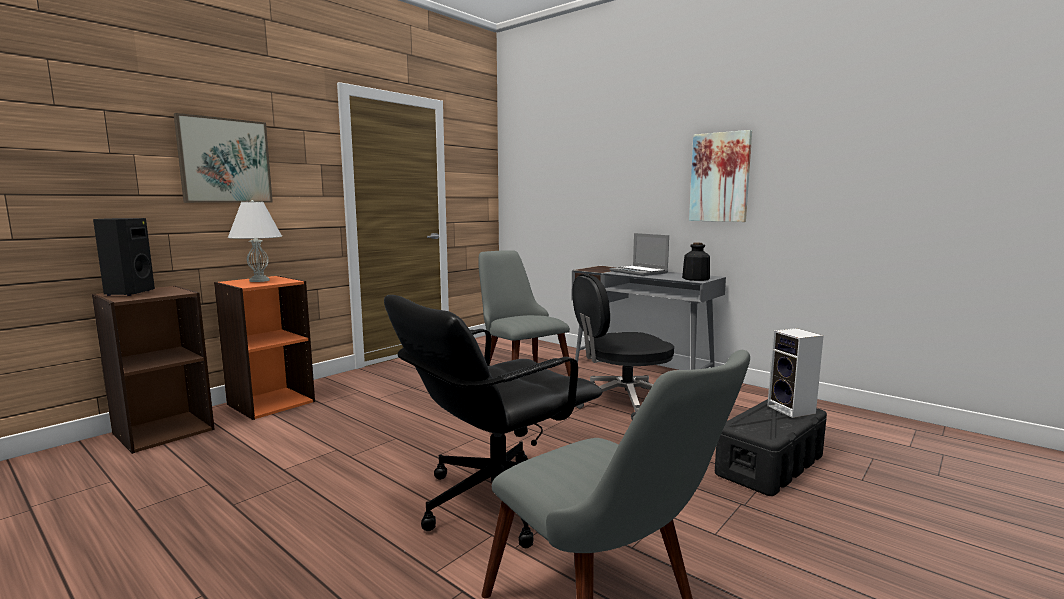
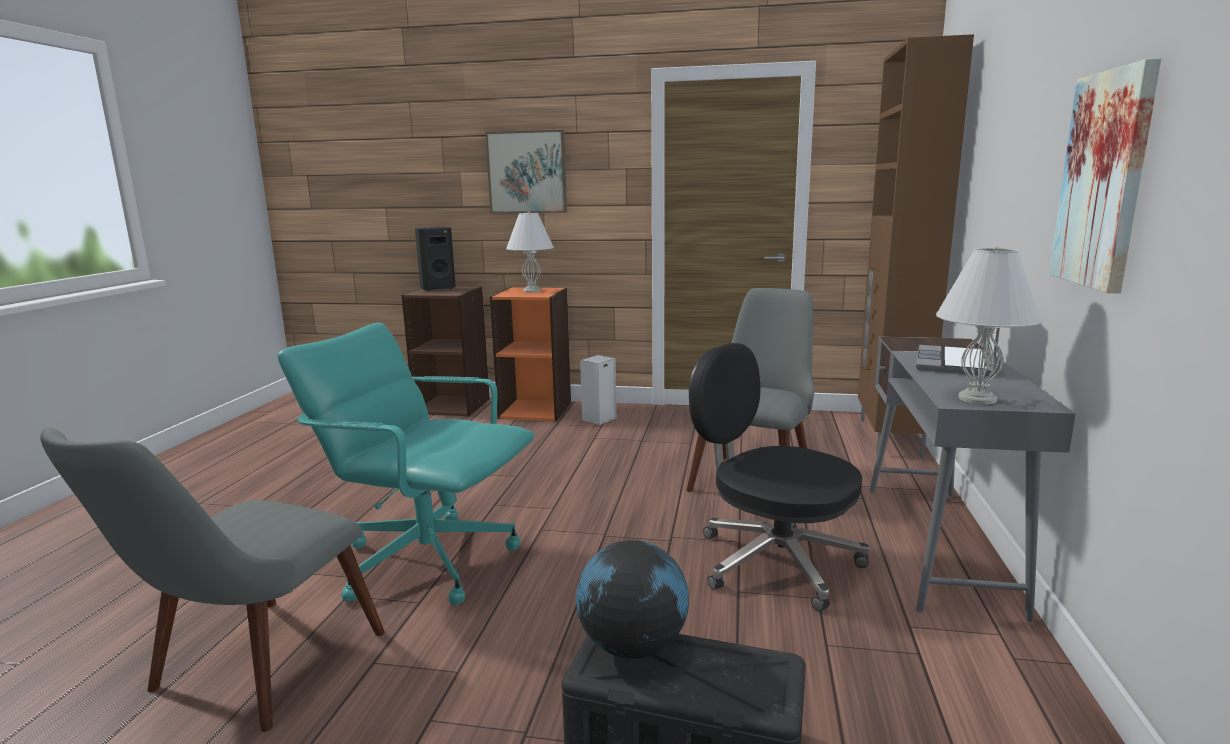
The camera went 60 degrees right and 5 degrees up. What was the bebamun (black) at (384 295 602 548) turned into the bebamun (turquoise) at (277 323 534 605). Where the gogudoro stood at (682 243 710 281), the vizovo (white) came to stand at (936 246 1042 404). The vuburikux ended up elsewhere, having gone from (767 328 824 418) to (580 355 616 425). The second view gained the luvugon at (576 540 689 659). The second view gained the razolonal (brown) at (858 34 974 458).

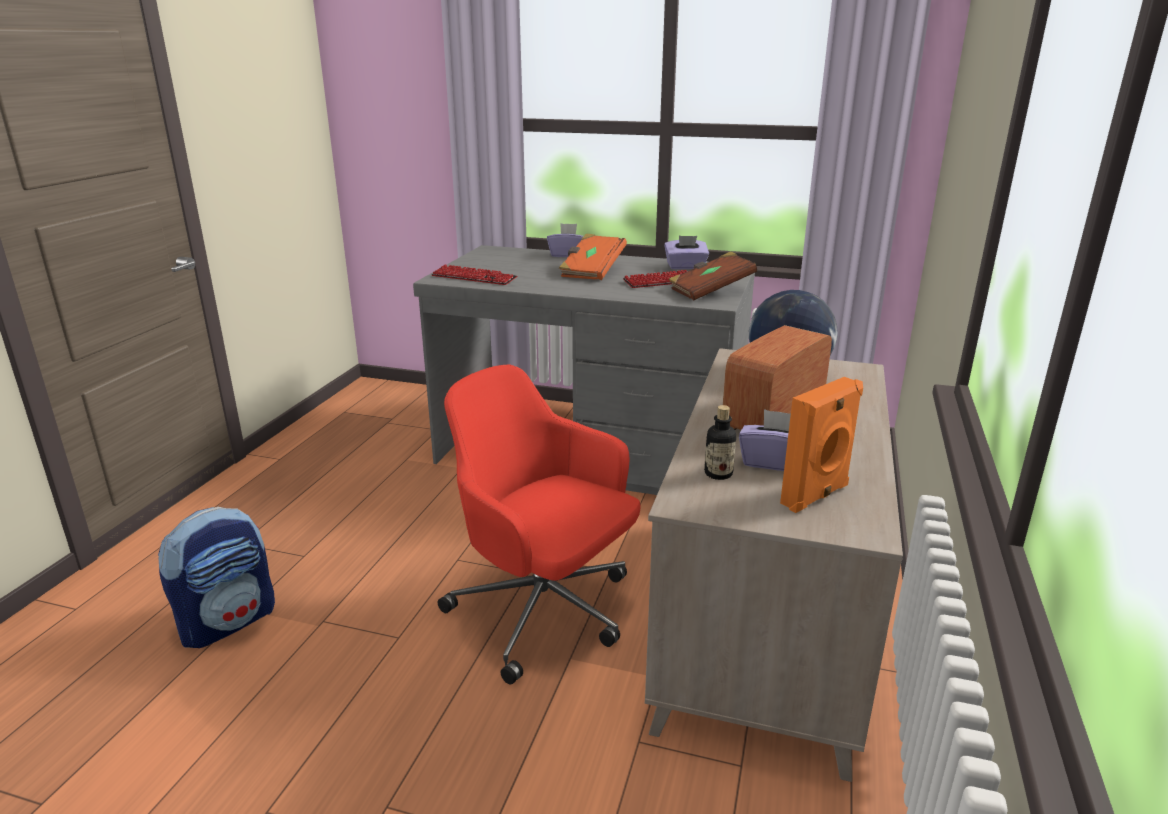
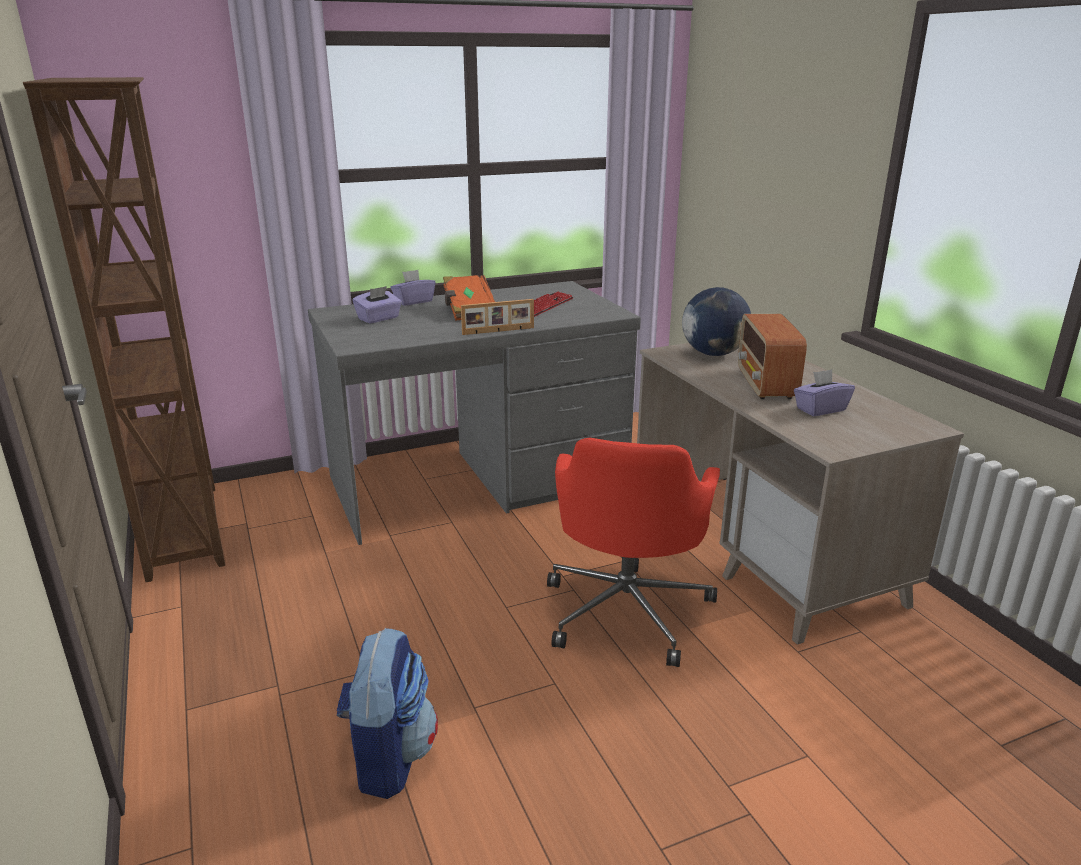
The camera went 40 degrees left and 0 degrees up. The second view lost the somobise at (431 265 517 285). The bebamun (red) at (438 365 640 685) ended up facing another way, 75 degrees counterclockwise from before. The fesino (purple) ended up elsewhere, having gone from (664 236 709 269) to (352 286 402 323). The second view lost the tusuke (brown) at (669 251 757 300). The second view lost the gogudoro at (704 405 736 480). The second view lost the vuburikux (orange) at (780 377 863 513). The second view gained the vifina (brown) at (23 77 225 582). The second view gained the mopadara at (461 299 534 335).

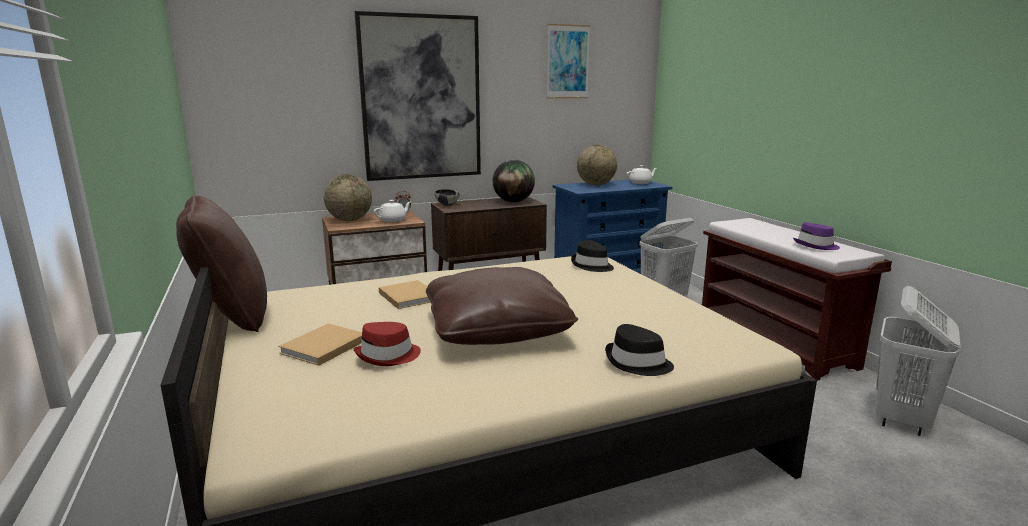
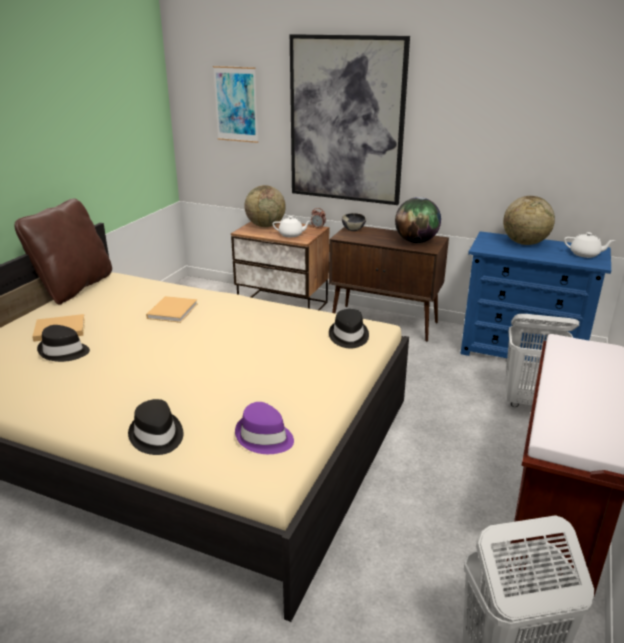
The camera went 45 degrees right and 10 degrees up. What was the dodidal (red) at (354 322 421 366) turned into the dodidal (black) at (37 325 90 362). The second view lost the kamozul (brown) at (426 267 578 345). The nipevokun ended up elsewhere, having gone from (547 24 590 99) to (213 66 258 143). The dodidal (purple) ended up elsewhere, having gone from (793 222 840 250) to (235 402 294 454).

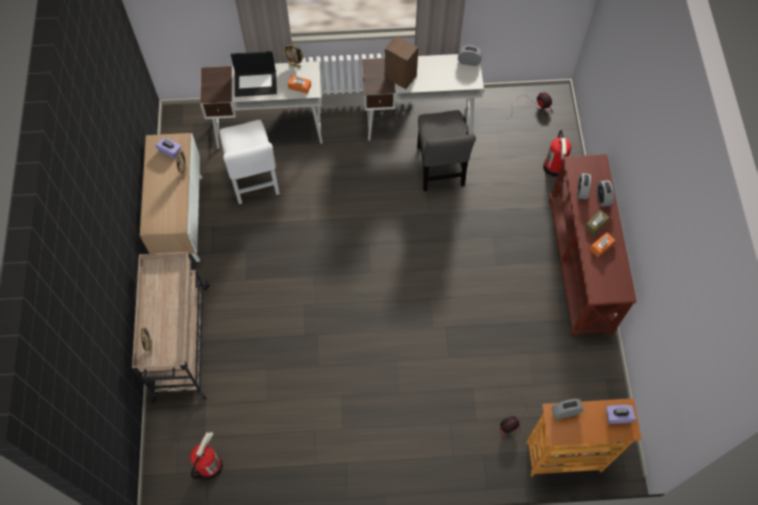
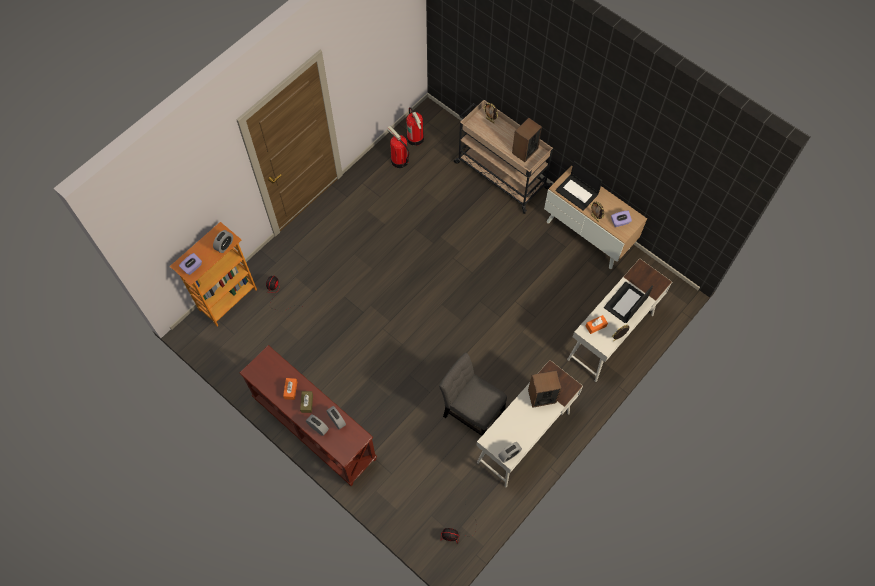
The camera went 135 degrees right and 0 degrees up. The second view lost the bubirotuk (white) at (219 120 280 204). The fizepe ended up elsewhere, having gone from (543 130 571 177) to (387 126 409 168). The second view gained the vuburikux at (512 118 542 162). The second view gained the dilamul at (555 161 603 211).

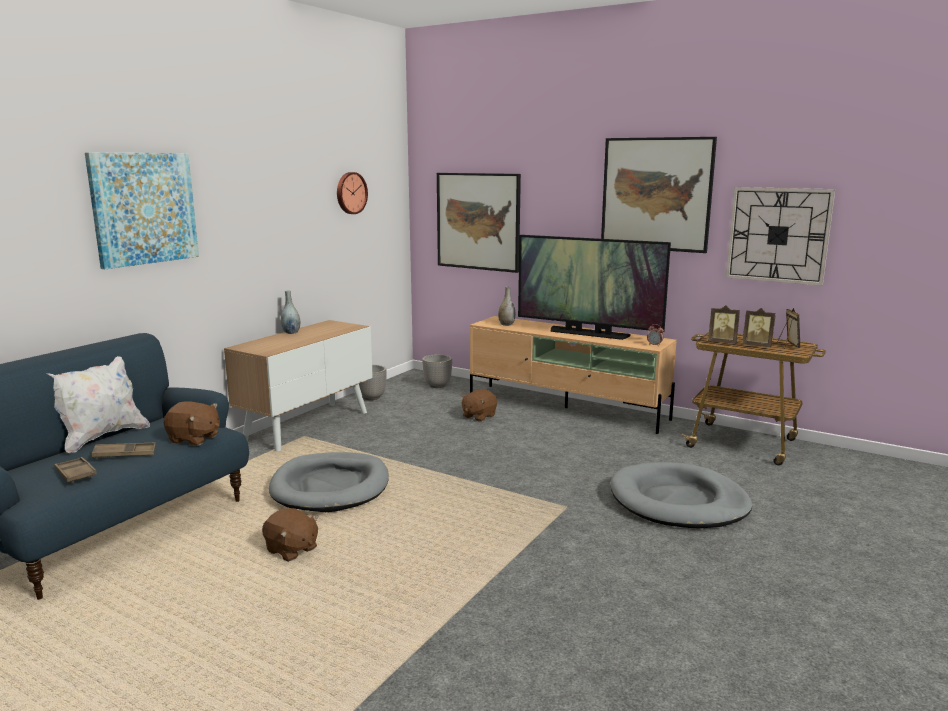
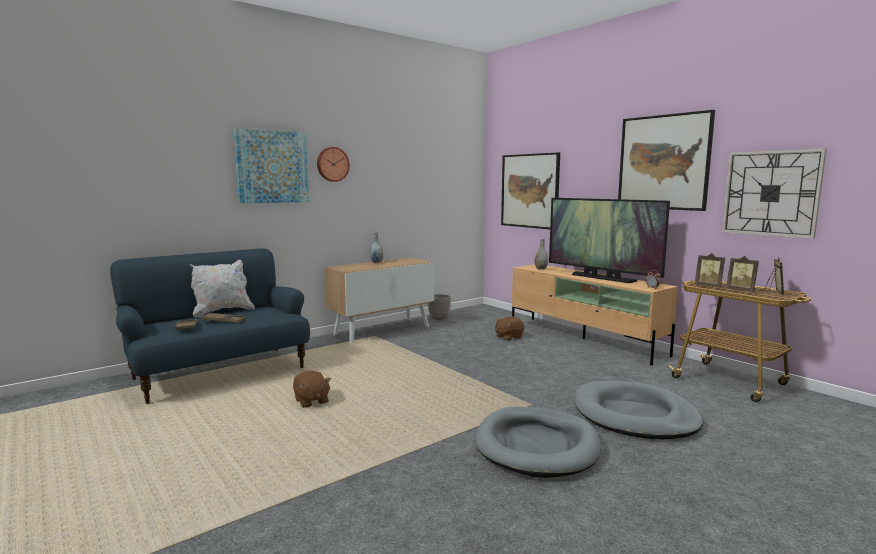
The camera went 20 degrees right and 5 degrees down. The second view lost the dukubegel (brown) at (163 401 220 446). The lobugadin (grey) ended up elsewhere, having gone from (269 452 389 512) to (475 407 601 478). The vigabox ended up elsewhere, having gone from (337 172 368 214) to (317 147 350 182). The second view lost the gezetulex at (422 354 452 388).

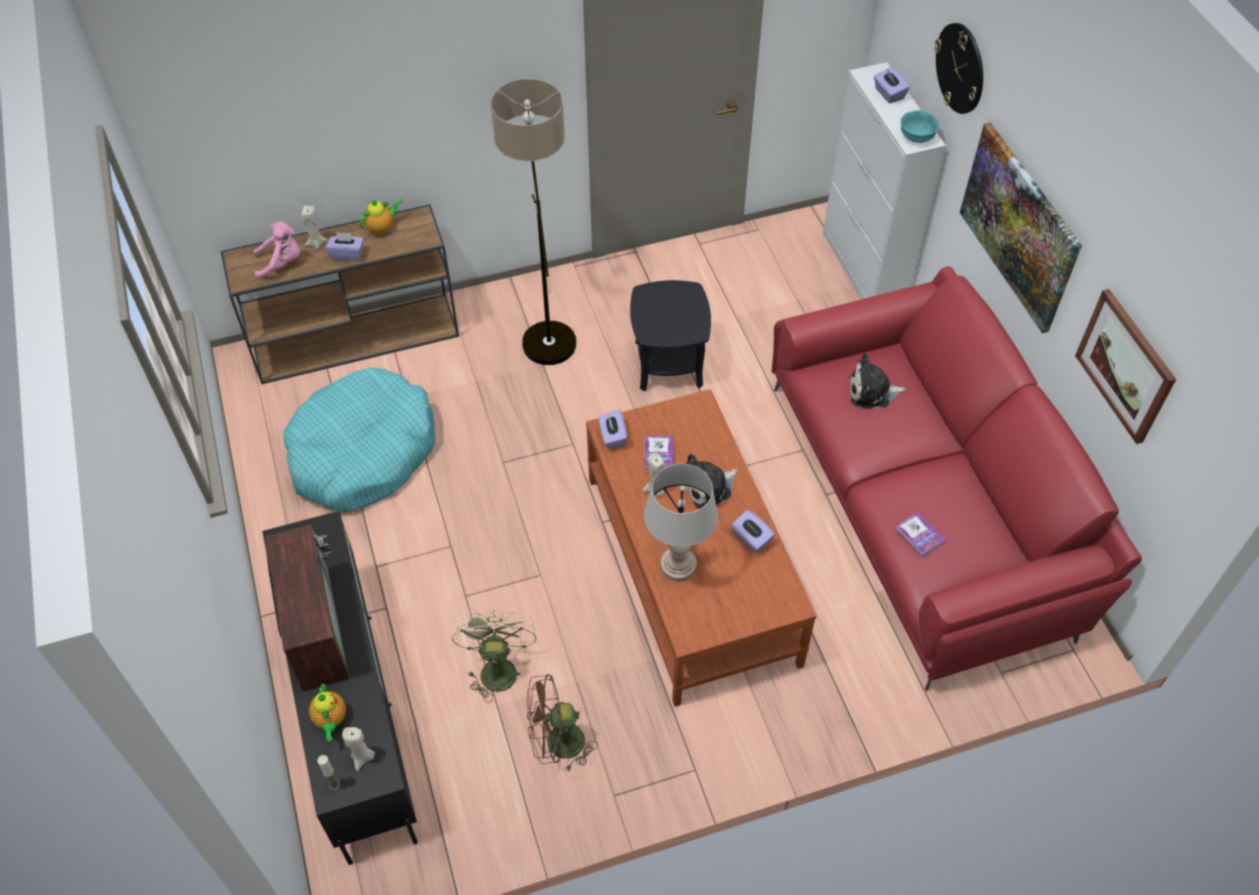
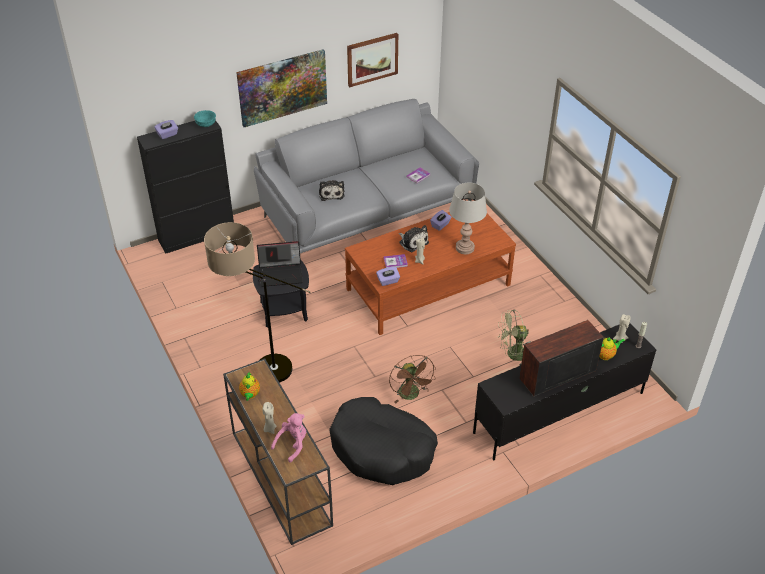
The camera went 100 degrees left and 10 degrees down. The dukubegel (pink) at (253 221 300 279) ended up facing another way, 60 degrees clockwise from before. What was the lobugadin (turquoise) at (283 367 436 512) turned into the lobugadin (black) at (329 397 438 485). The second view lost the fesino (purple) at (325 232 364 261). The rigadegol at (359 199 403 235) ended up facing another way, 135 degrees counterclockwise from before. The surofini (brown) ended up elsewhere, having gone from (527 674 598 771) to (389 355 436 403). What was the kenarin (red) at (772 266 1142 691) turned into the kenarin (grey) at (254 99 479 253). What was the razolonal (white) at (823 62 946 299) turned into the razolonal (black) at (137 120 234 254). The second view lost the vigabox at (934 23 983 114). The second view gained the dilamul at (257 241 303 287).

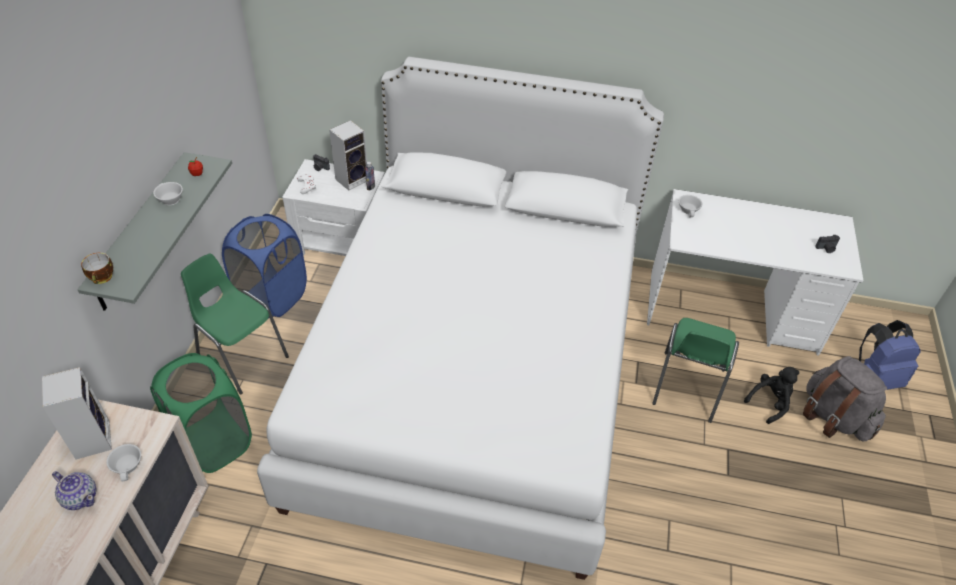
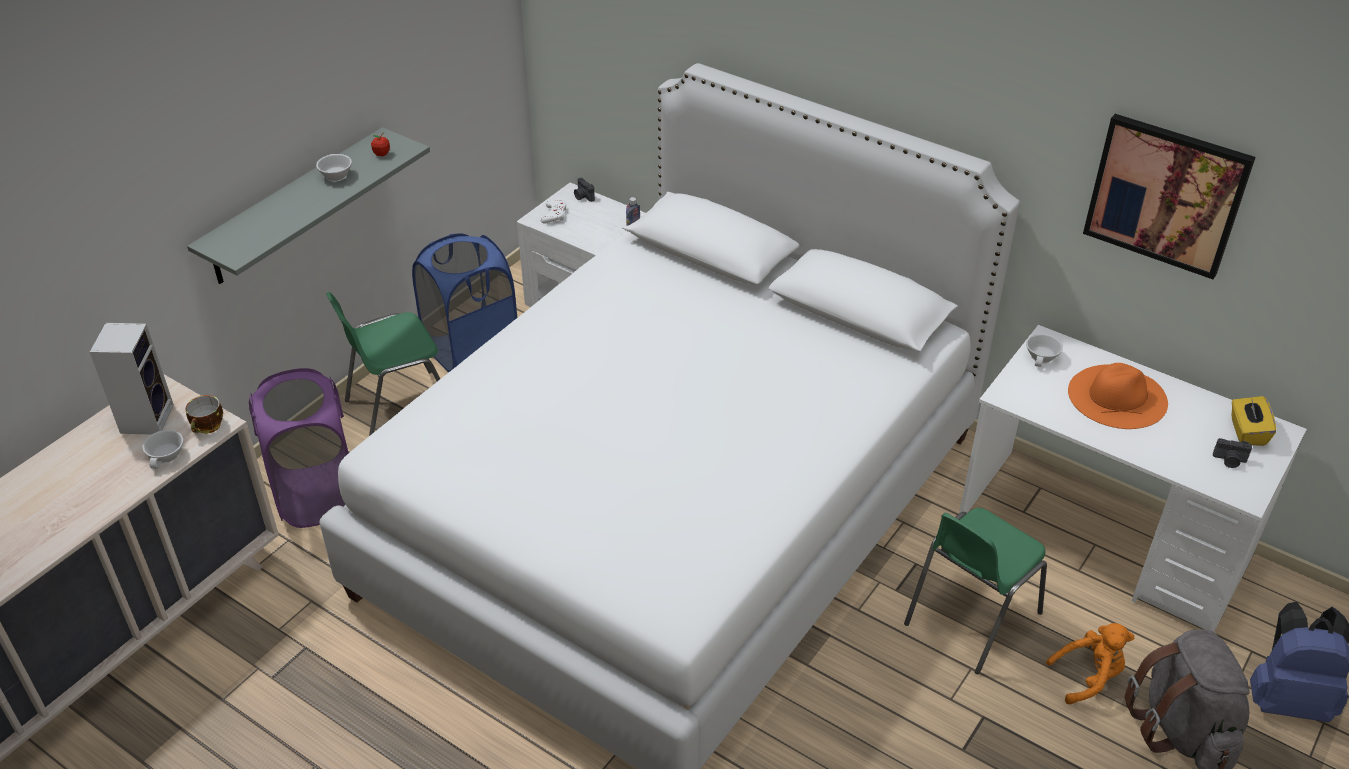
The camera went 25 degrees right and 5 degrees down. The second view lost the rigadegol at (52 471 97 510). The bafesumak ended up elsewhere, having gone from (81 253 113 284) to (186 395 223 434). What was the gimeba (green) at (150 353 252 473) turned into the gimeba (purple) at (249 368 349 528). The bubirotuk (green) at (181 253 289 394) ended up facing another way, 90 degrees counterclockwise from before. The second view lost the vuburikux at (329 120 367 191). What was the dukubegel (black) at (744 367 800 424) turned into the dukubegel (orange) at (1046 623 1134 705). The second view gained the dodidal (orange) at (1068 363 1168 429). The second view gained the nipevokun at (1083 114 1256 279). The second view gained the fesino (yellow) at (1231 396 1276 446).

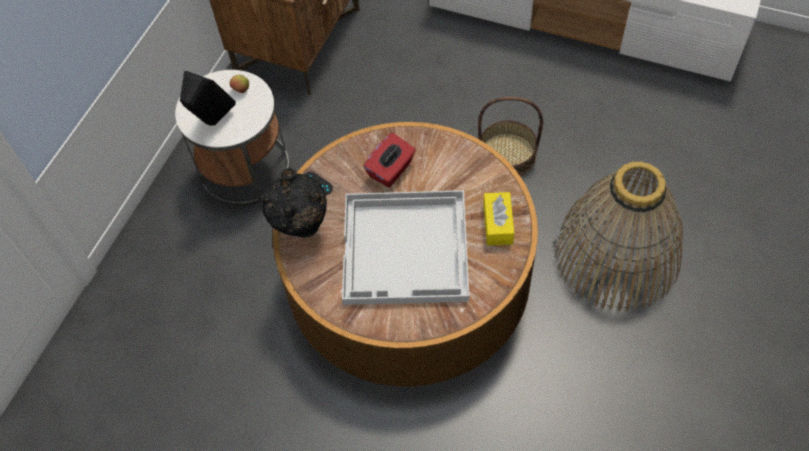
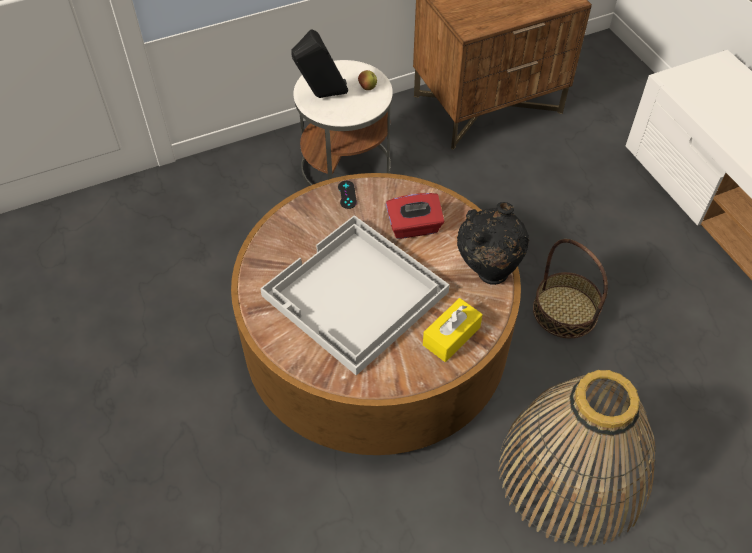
The camera went 40 degrees right and 5 degrees down. The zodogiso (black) ended up elsewhere, having gone from (262 168 327 238) to (457 202 529 285).

